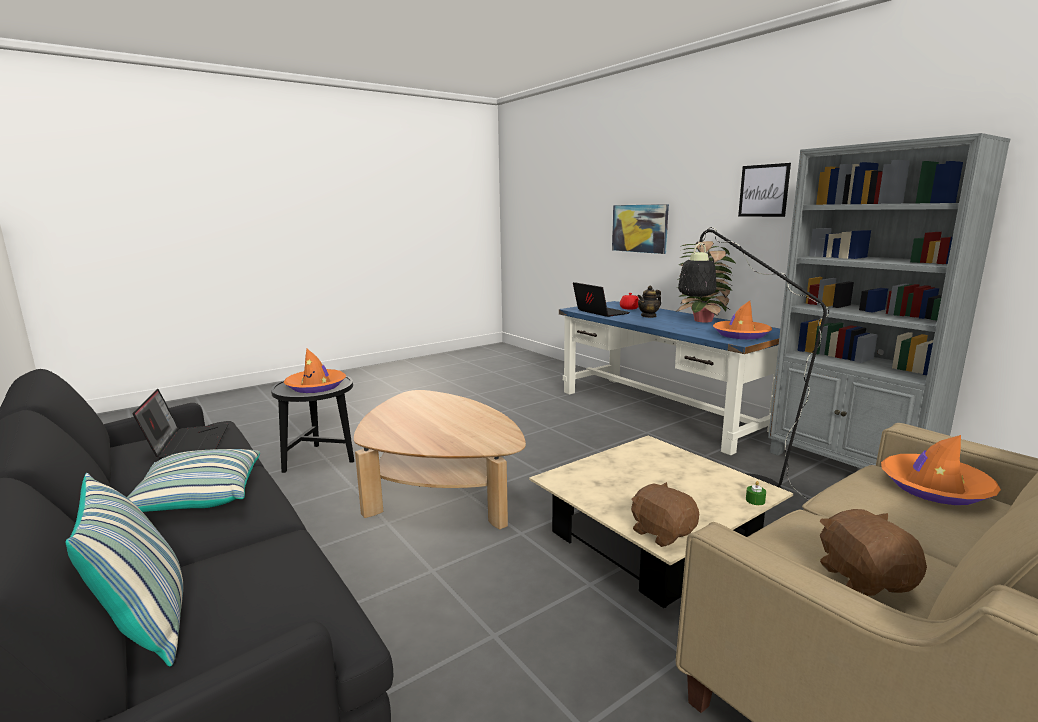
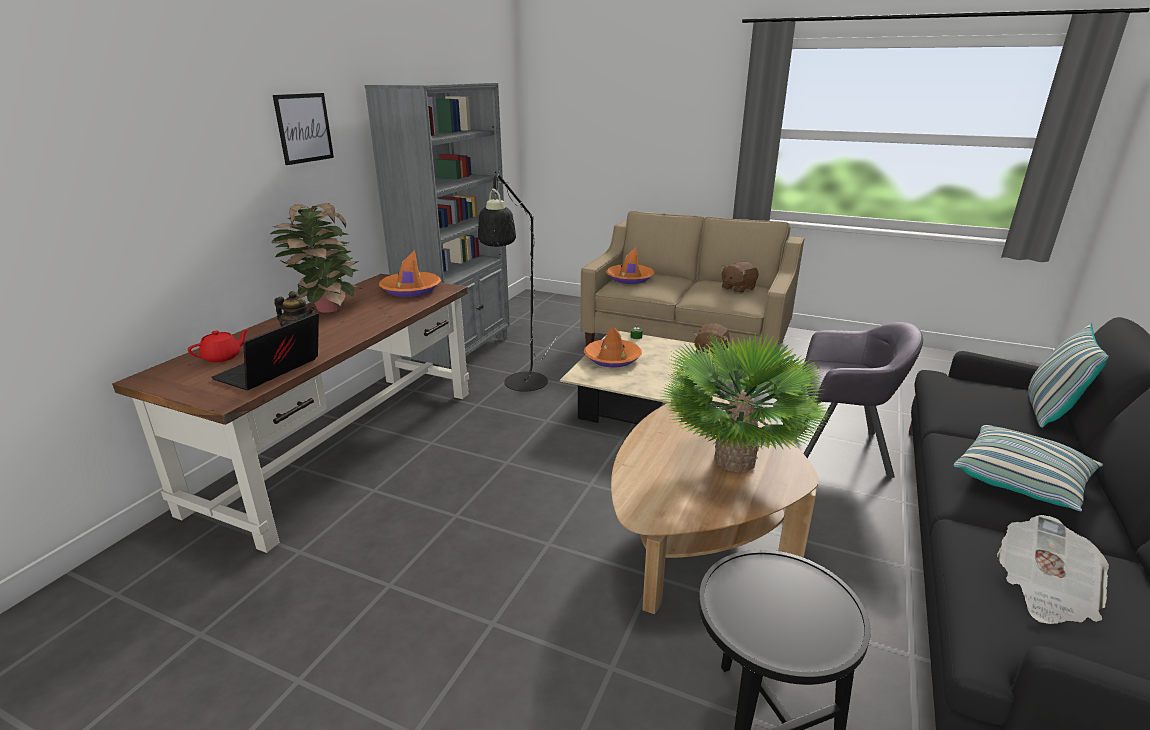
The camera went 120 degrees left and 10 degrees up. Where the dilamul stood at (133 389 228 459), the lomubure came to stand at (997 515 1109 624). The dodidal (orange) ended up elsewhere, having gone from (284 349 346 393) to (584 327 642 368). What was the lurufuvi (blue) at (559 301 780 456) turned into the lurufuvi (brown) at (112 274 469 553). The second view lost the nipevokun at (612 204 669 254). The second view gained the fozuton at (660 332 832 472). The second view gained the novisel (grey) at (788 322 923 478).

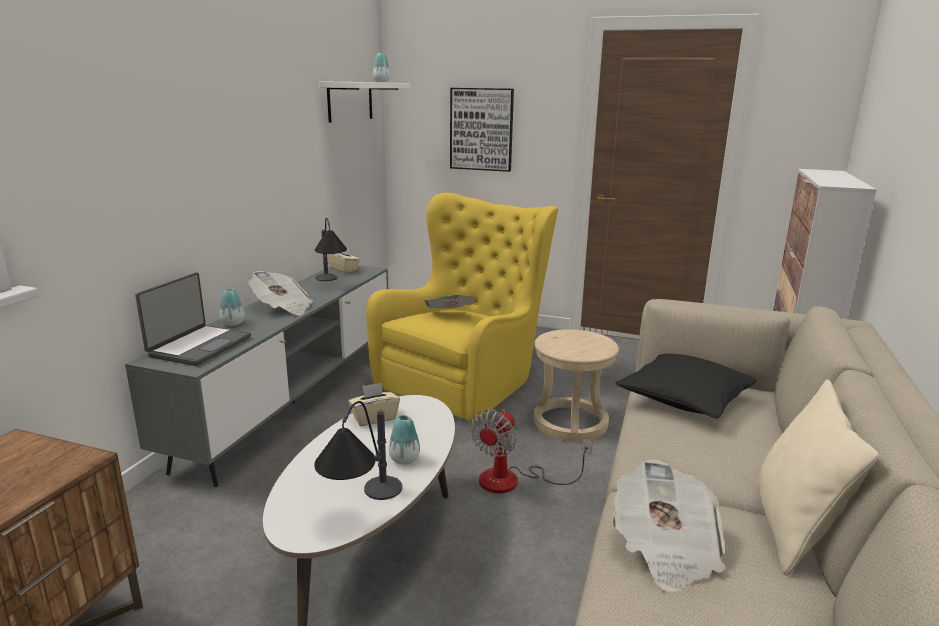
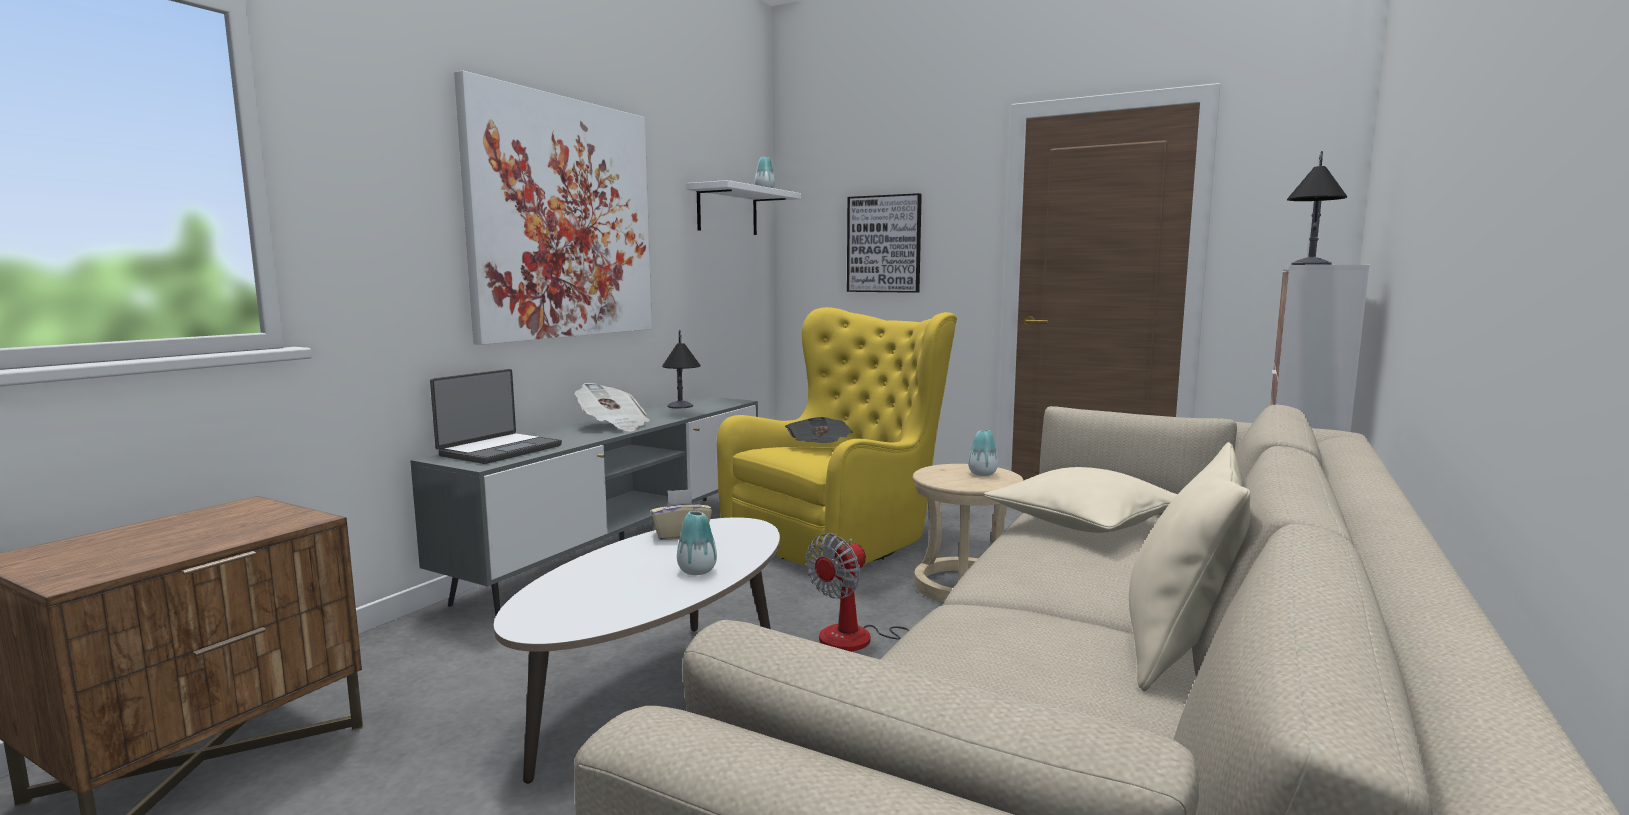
The camera went 10 degrees right and 10 degrees down. The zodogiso ended up elsewhere, having gone from (219 289 245 326) to (968 430 998 476). The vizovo ended up elsewhere, having gone from (314 401 402 500) to (1287 151 1347 265). The second view lost the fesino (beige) at (328 247 360 273). The second view lost the lomubure at (612 459 725 592). What was the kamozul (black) at (615 354 757 418) turned into the kamozul (beige) at (984 467 1177 533). The second view gained the nipevokun at (454 71 652 345).

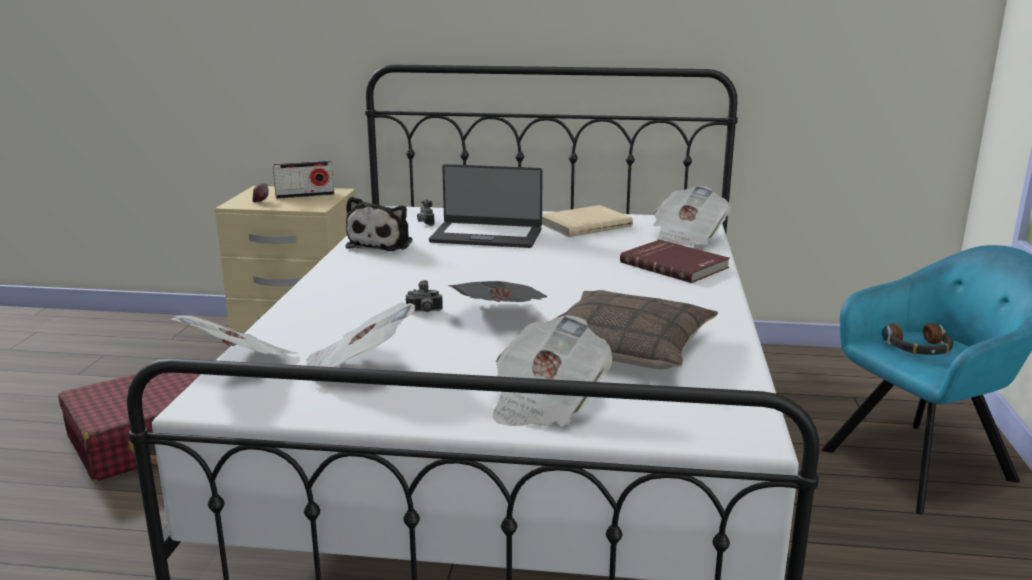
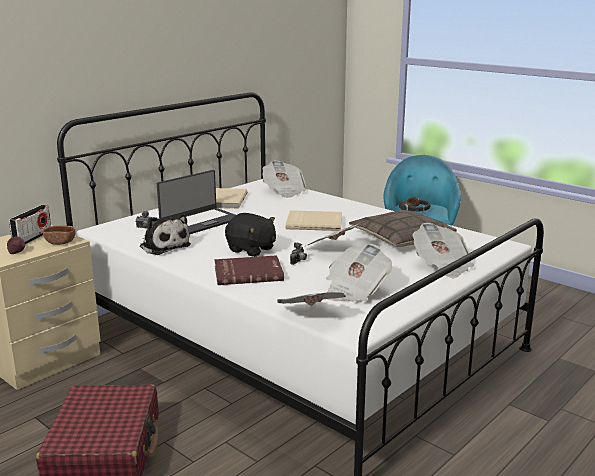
The camera went 55 degrees left and 0 degrees up. The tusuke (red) ended up elsewhere, having gone from (620 240 730 283) to (214 255 284 285). The second view gained the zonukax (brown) at (42 226 75 245). The second view gained the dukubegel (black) at (225 213 276 257). The second view gained the tusuke (beige) at (286 210 342 231).

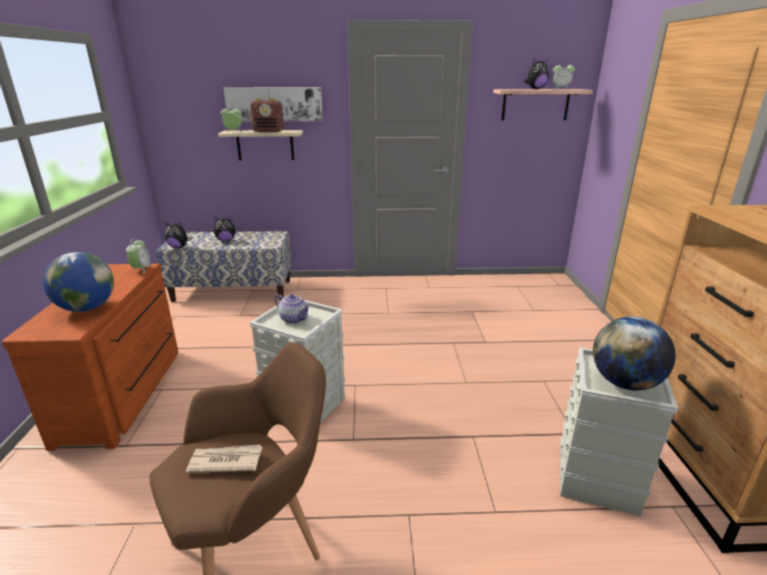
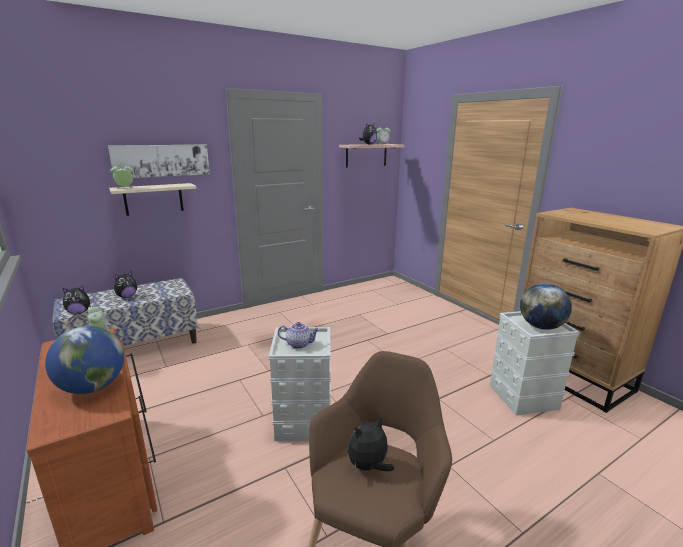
The camera went 30 degrees left and 5 degrees down. Where the lomubure stood at (186 445 262 473), the dukubegel came to stand at (348 416 394 473). The second view lost the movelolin at (250 98 284 132).

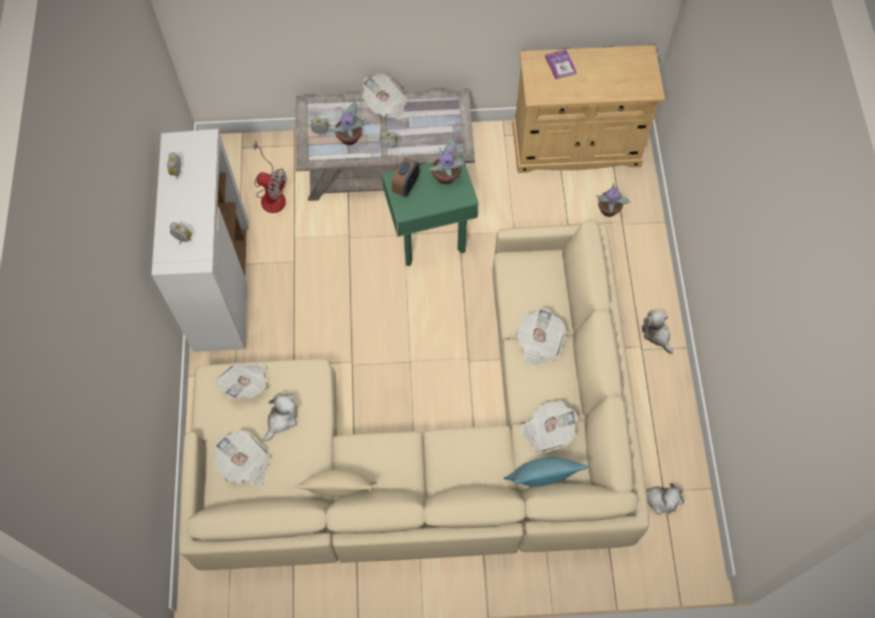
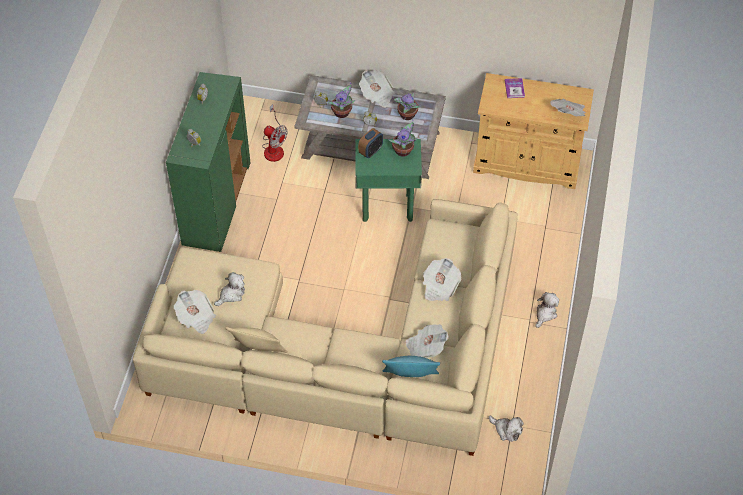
The camera went 15 degrees right and 10 degrees down. What was the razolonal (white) at (152 129 249 352) turned into the razolonal (green) at (166 72 251 252). The lomubure ended up elsewhere, having gone from (216 362 268 398) to (550 99 586 116). The fozuton ended up elsewhere, having gone from (596 183 630 217) to (392 93 420 120). The dukubegel at (641 310 673 354) ended up facing another way, 45 degrees clockwise from before.

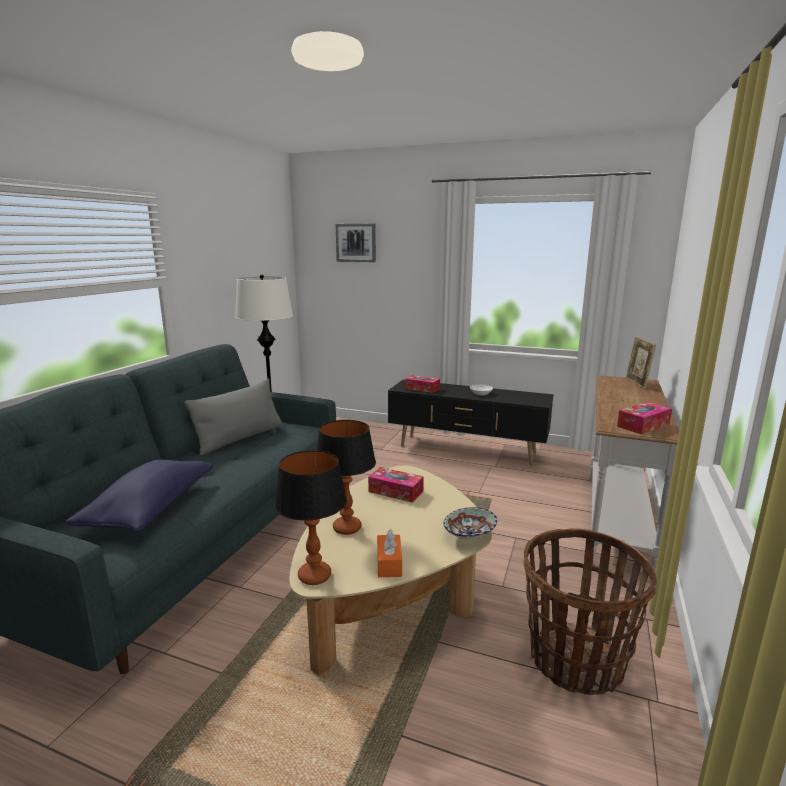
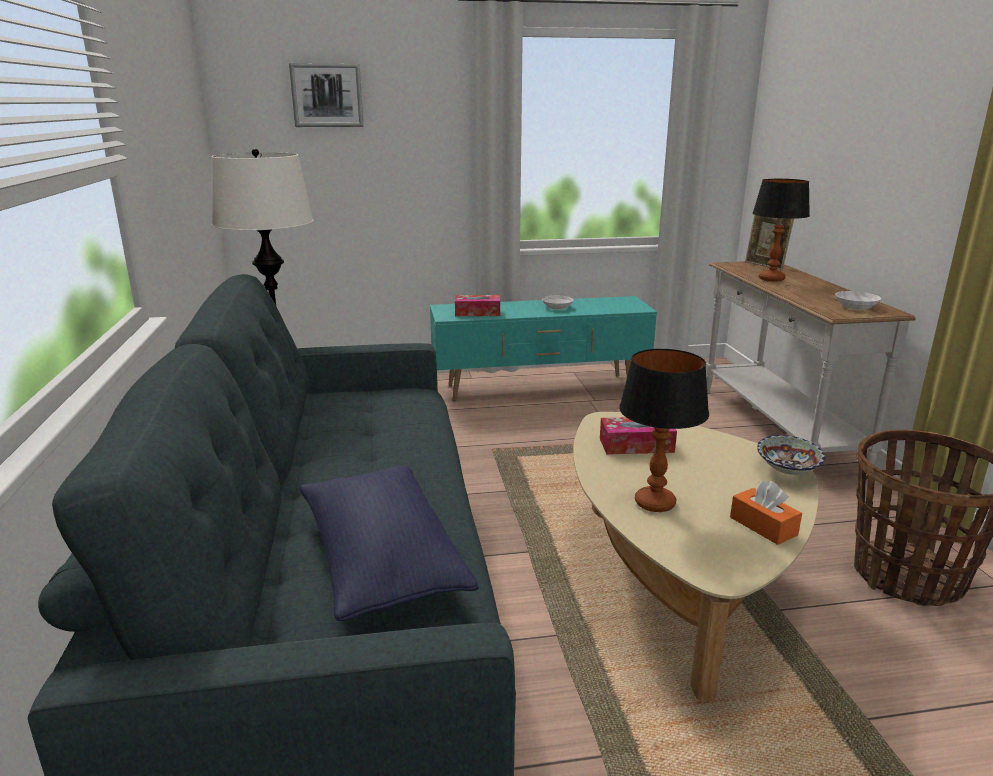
The camera went 30 degrees left and 5 degrees up. The second view lost the kamozul (grey) at (184 379 283 456). The vizovo ended up elsewhere, having gone from (274 450 347 585) to (752 179 810 282). What was the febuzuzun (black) at (388 380 553 465) turned into the febuzuzun (turquoise) at (430 296 657 401). Where the fesino stood at (617 402 672 435), the zonukax (white) came to stand at (835 291 881 310).

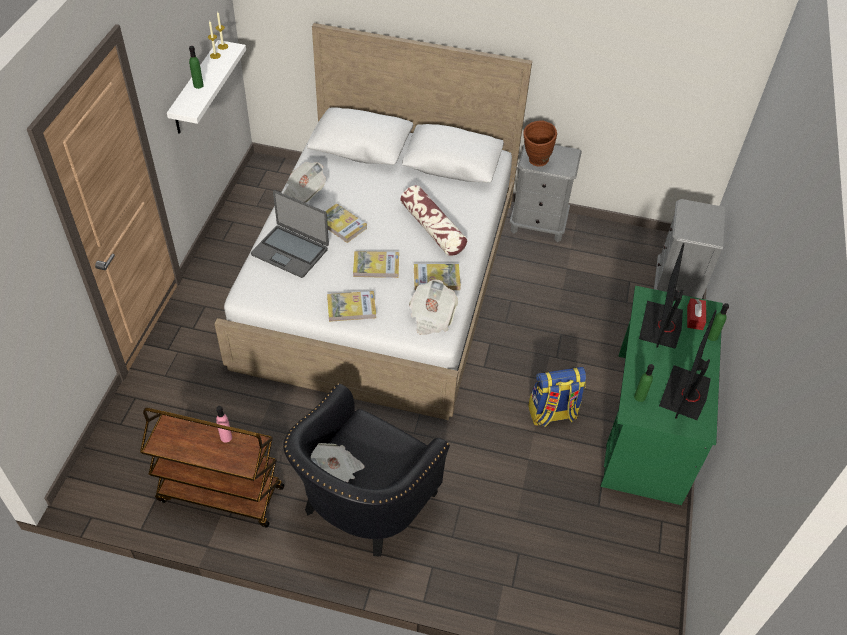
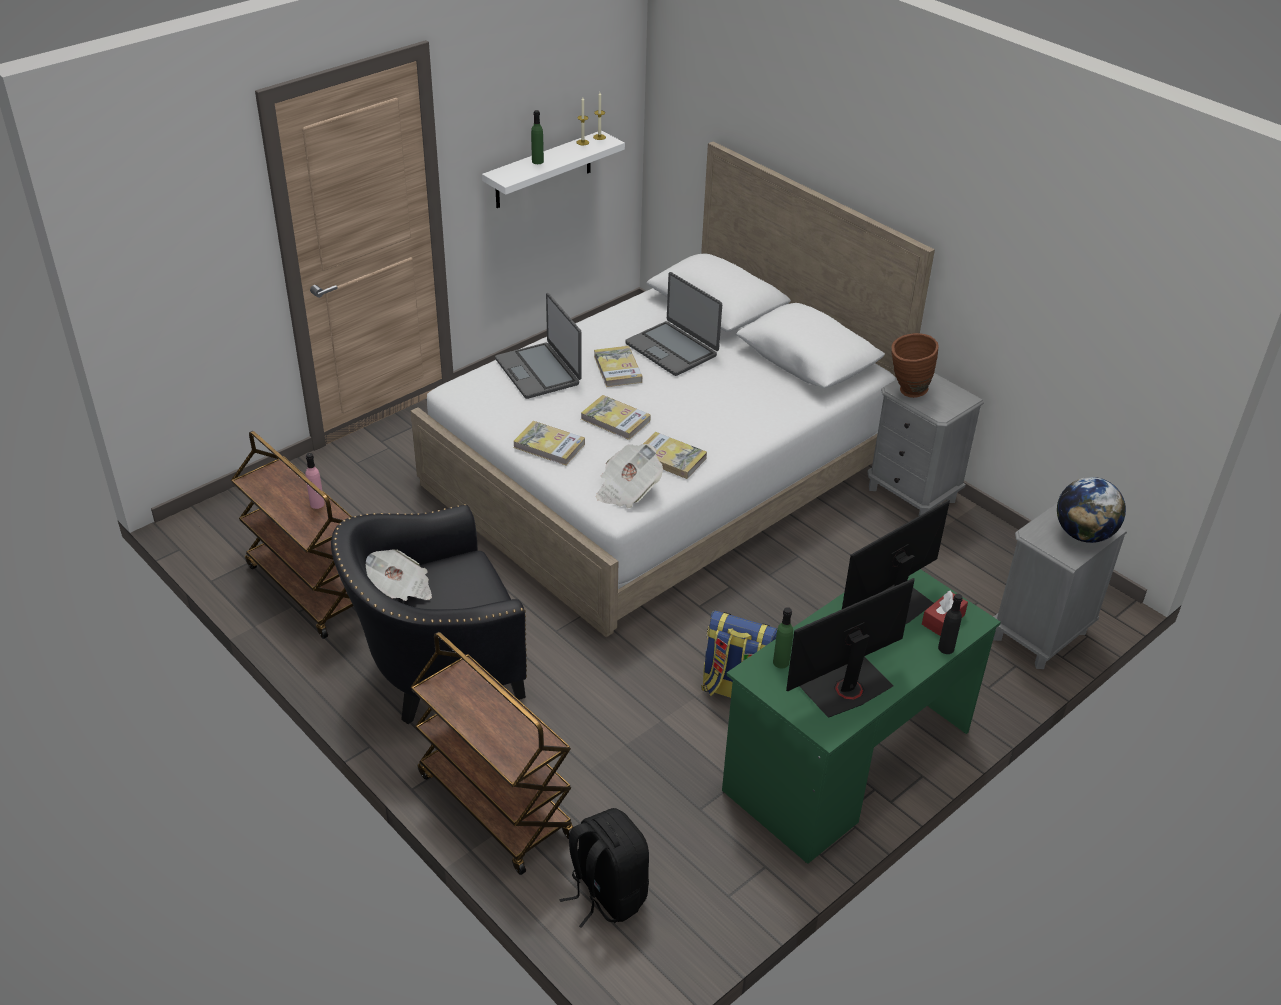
The camera went 35 degrees right and 10 degrees down. The second view lost the lomubure at (283 162 326 203). The second view lost the kamozul at (400 185 467 256). What was the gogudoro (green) at (708 303 729 341) turned into the gogudoro (black) at (938 594 963 654). The second view gained the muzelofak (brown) at (411 632 573 875). The second view gained the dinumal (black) at (559 808 649 928). The second view gained the dilamul at (625 272 722 376). The second view gained the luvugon at (1057 477 1126 543).

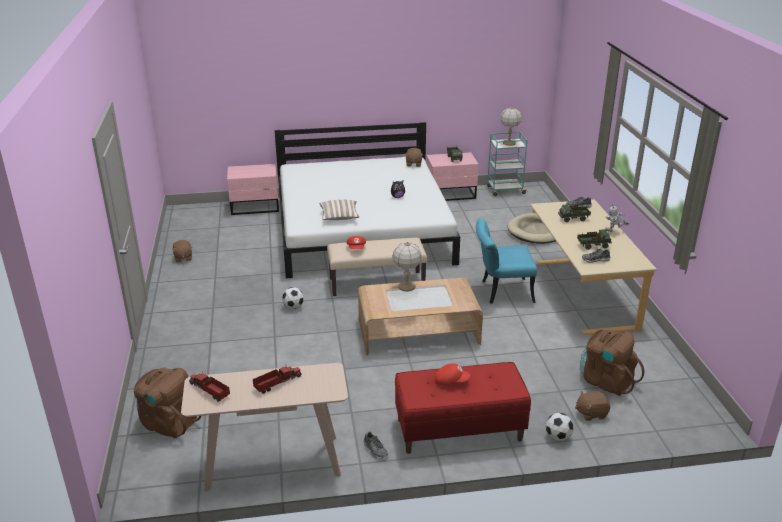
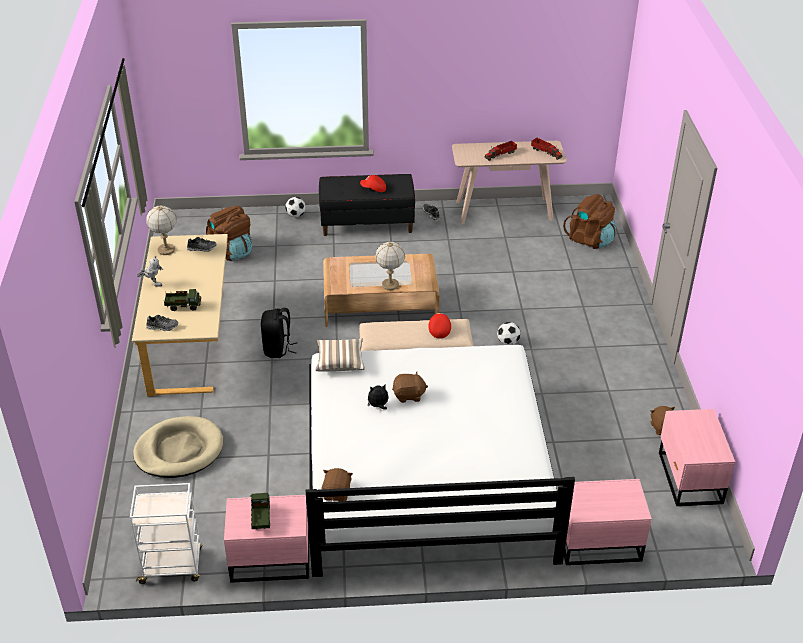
The camera went 175 degrees left and 10 degrees up. The kamozul ended up elsewhere, having gone from (320 200 360 220) to (315 338 365 372). What was the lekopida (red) at (395 362 531 454) turned into the lekopida (black) at (319 174 415 236). Where the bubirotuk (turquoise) stood at (476 218 537 304), the dinumal (black) came to stand at (261 308 297 358). What was the muzelofak (turquoise) at (487 132 527 196) turned into the muzelofak (white) at (130 483 202 584). The vizovo ended up elsewhere, having gone from (500 107 522 146) to (146 206 177 255). The dukubegel (brown) ended up elsewhere, having gone from (575 391 610 421) to (392 372 428 403). The second view lost the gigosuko at (577 229 612 250). The second view gained the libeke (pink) at (659 409 735 506).

